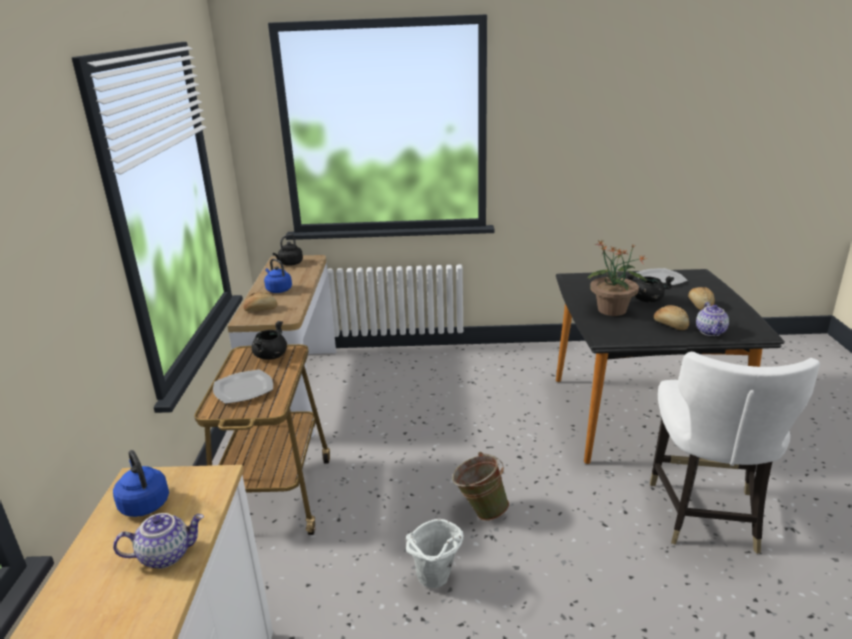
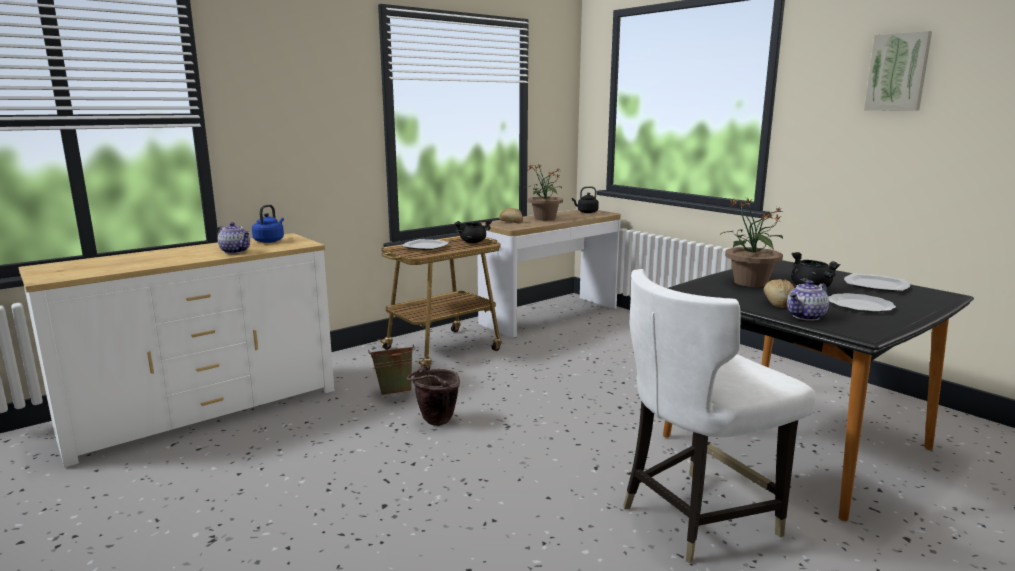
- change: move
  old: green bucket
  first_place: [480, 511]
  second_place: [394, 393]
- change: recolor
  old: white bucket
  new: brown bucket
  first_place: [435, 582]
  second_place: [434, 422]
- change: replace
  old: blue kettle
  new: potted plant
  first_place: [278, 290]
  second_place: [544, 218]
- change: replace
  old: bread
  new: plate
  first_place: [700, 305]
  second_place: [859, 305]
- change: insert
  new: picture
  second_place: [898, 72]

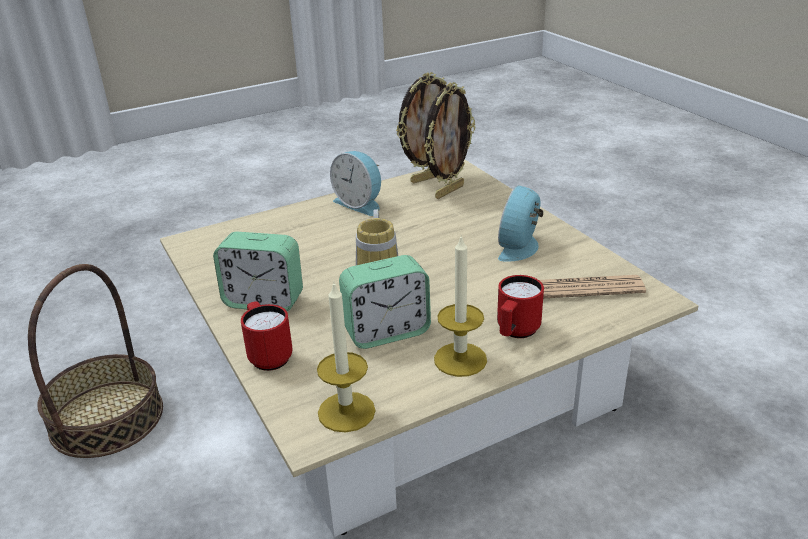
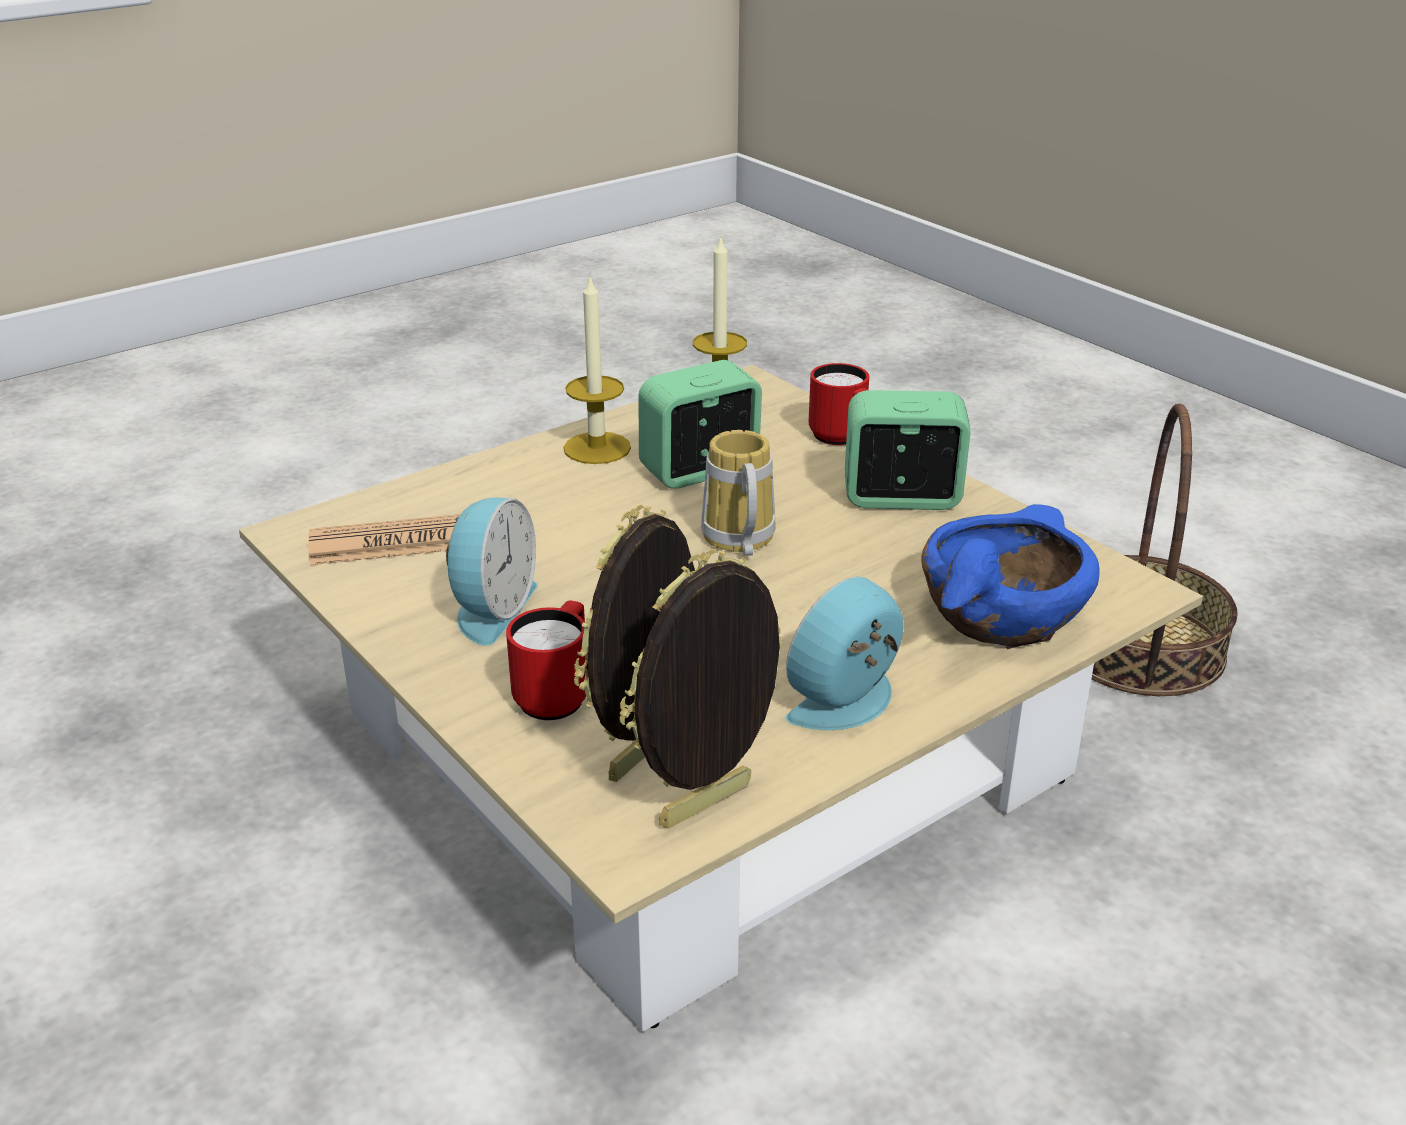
- change: move
  old: red mug
  first_place: [515, 332]
  second_place: [557, 695]
- change: rotate
  old: alarm clock
  first_place: [360, 204]
  second_place: [849, 703]
  degrees: -75
- change: insert
  new: blue bowl
  second_place: [1000, 614]

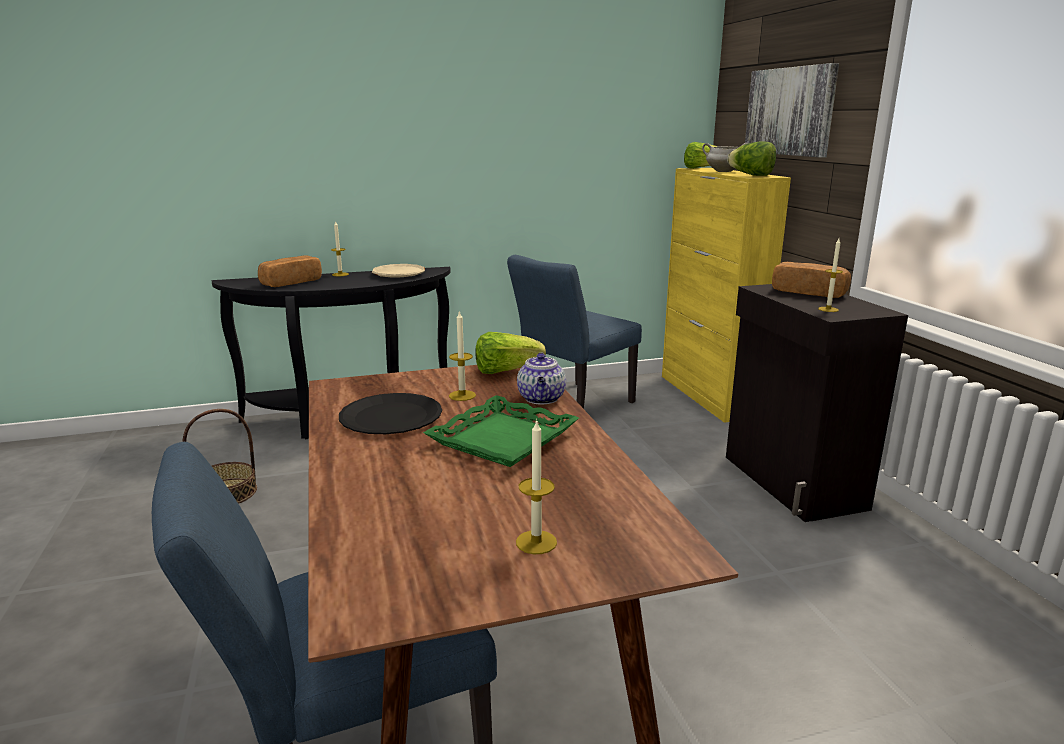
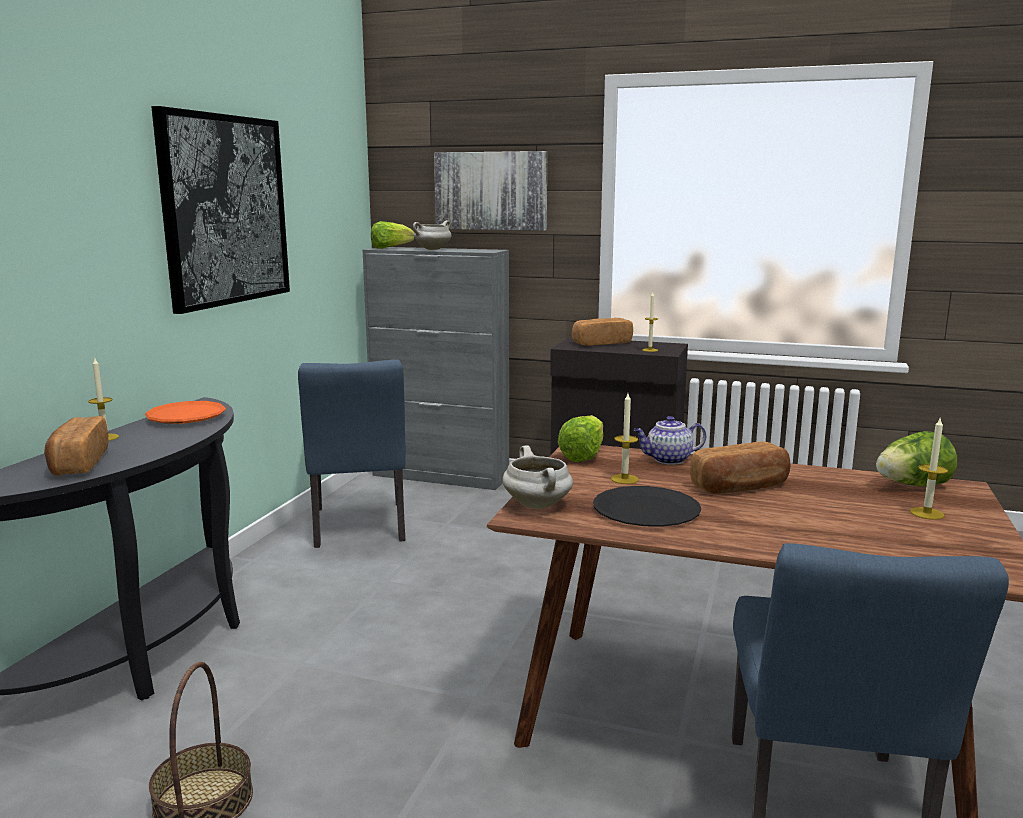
- change: recolor
  old: beige plate
  new: orange plate
  first_place: [399, 275]
  second_place: [186, 418]
- change: insert
  new: picture
  second_place: [225, 210]
- change: recolor
  old: yellow cabinet
  new: grey cabinet
  first_place: [708, 396]
  second_place: [441, 476]
- change: insert
  new: white cooking pot
  second_place: [538, 505]
- change: rotate
  old: teapot
  first_place: [542, 399]
  second_place: [668, 460]
  degrees: 135
- change: replace
  old: green tray
  new: bread
  first_place: [502, 439]
  second_place: [740, 487]
- change: move
  old: lettuce
  first_place: [751, 175]
  second_place: [912, 485]

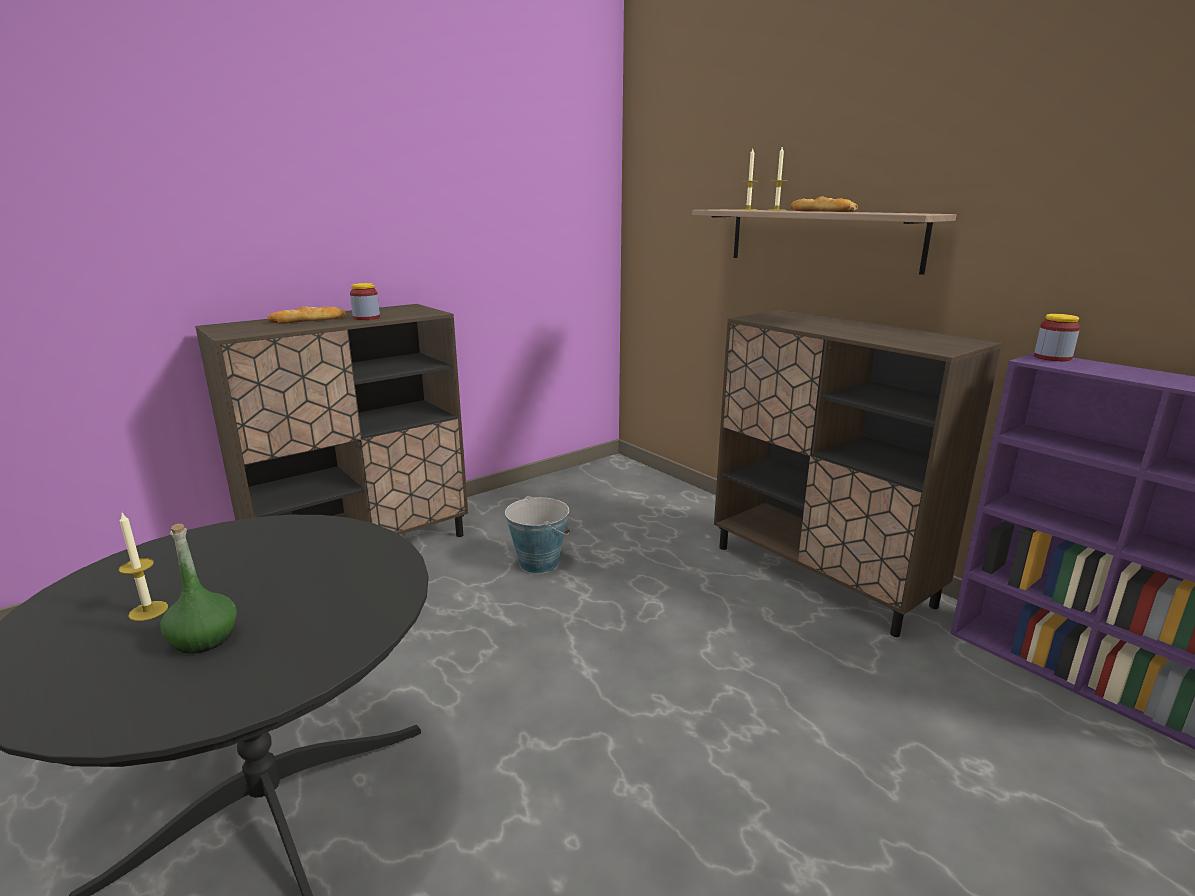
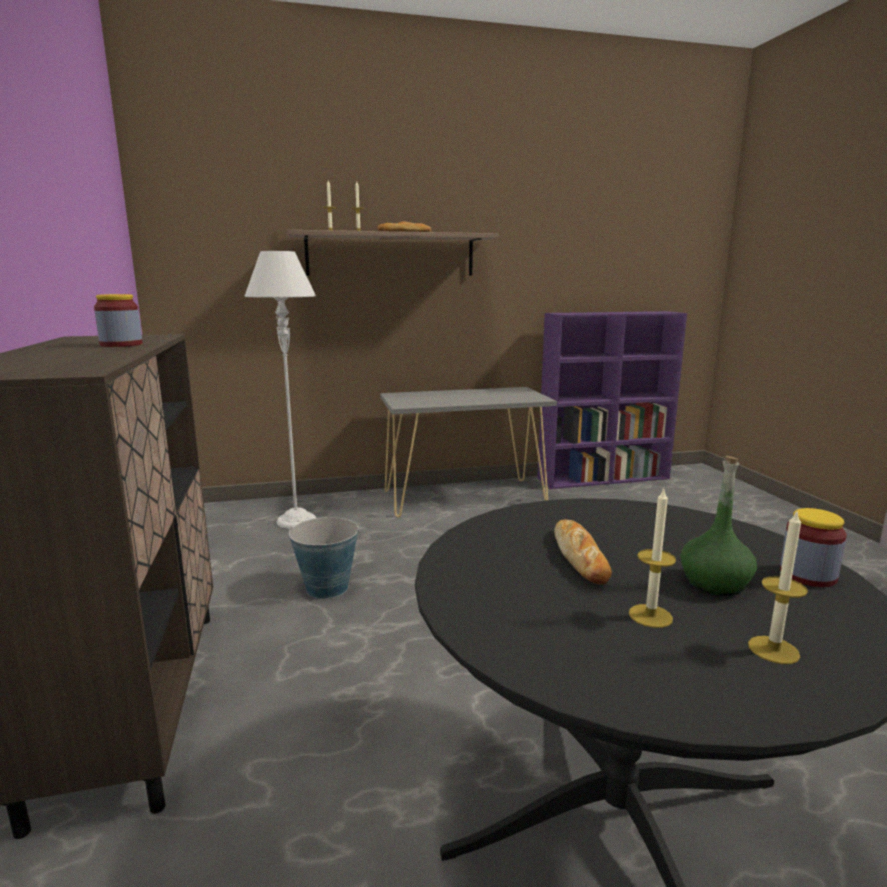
- change: insert
  new: grey floor lamp
  second_place: [296, 521]
- change: replace
  old: brown cabinet
  new: grey console table
  first_place: [821, 575]
  second_place: [465, 497]
- change: move
  old: bread
  first_place: [309, 320]
  second_place: [580, 556]
- change: insert
  new: candle
  second_place: [773, 650]
- change: move
  old: jar
  first_place: [1052, 357]
  second_place: [808, 575]

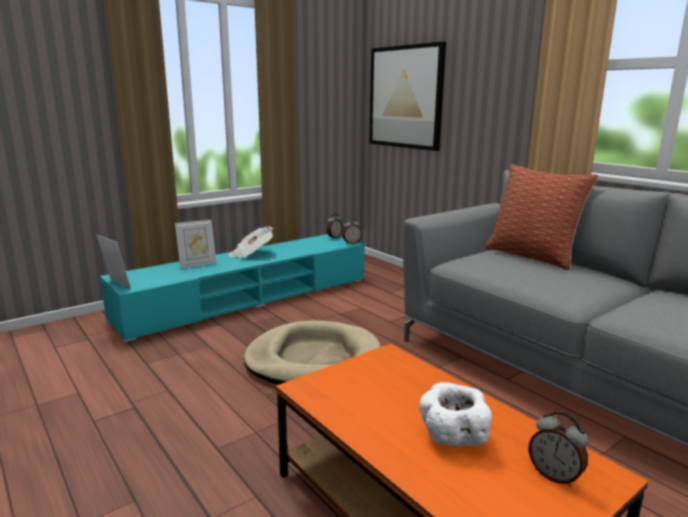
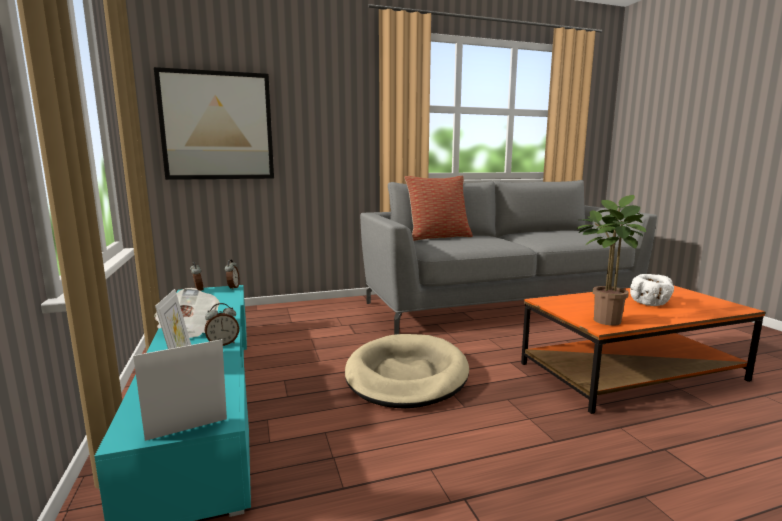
- change: move
  old: alarm clock
  first_place: [554, 475]
  second_place: [223, 344]
- change: insert
  new: potted plant
  second_place: [603, 319]

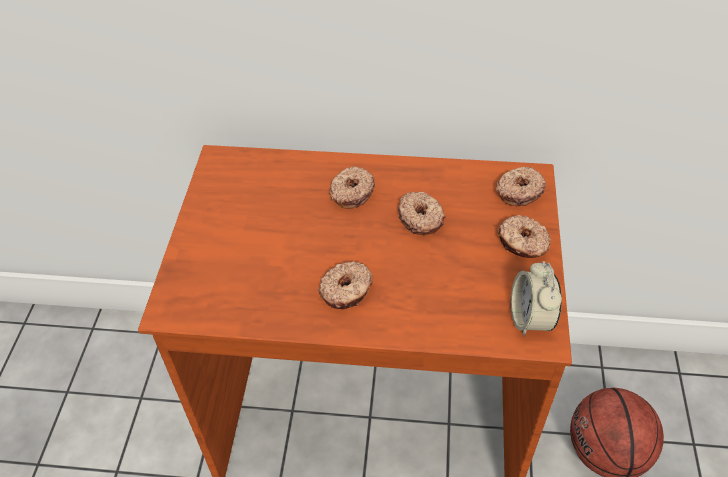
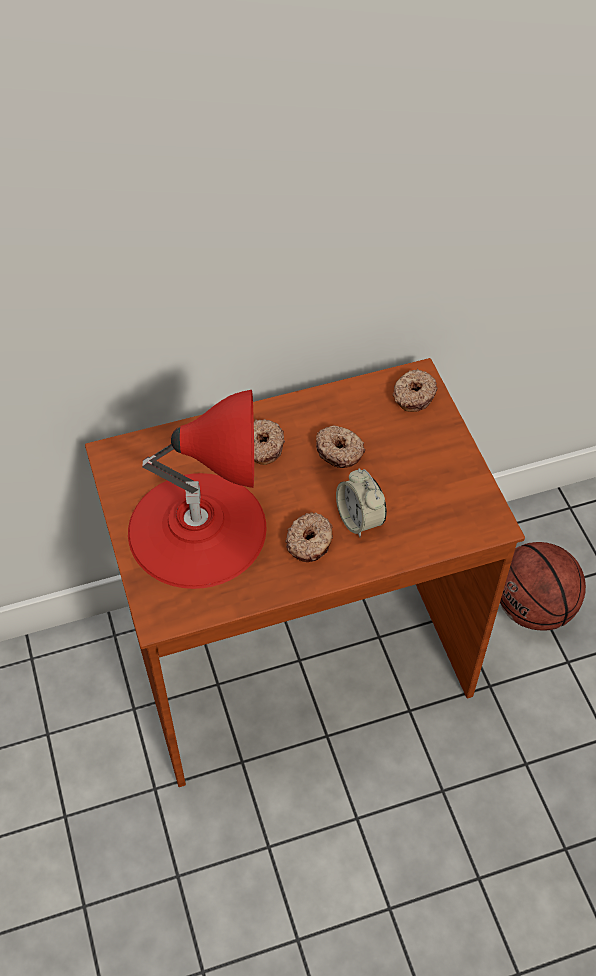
- change: insert
  new: red table lamp
  second_place: [197, 528]
- change: move
  old: alarm clock
  first_place: [530, 318]
  second_place: [359, 520]
- change: delete
  old: donut
  first_place: [522, 243]

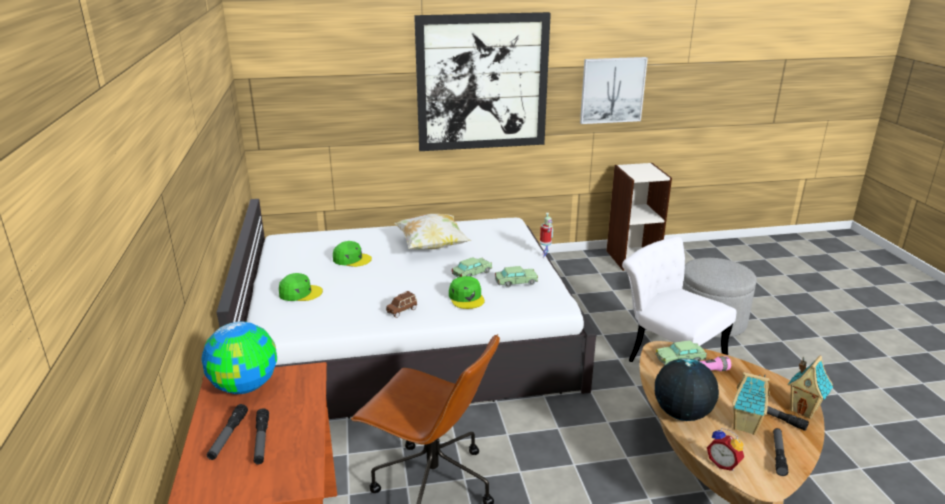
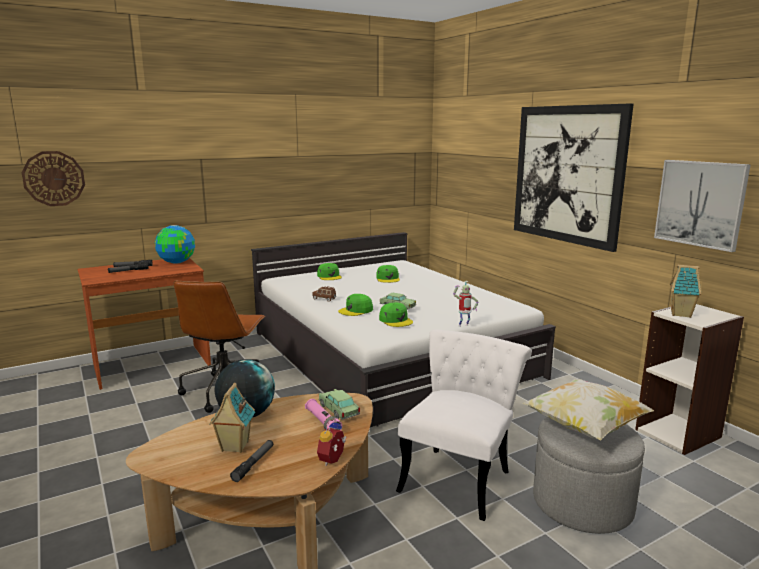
- change: insert
  new: wall clock
  second_place: [54, 178]
- change: move
  old: alarm clock
  first_place: [723, 463]
  second_place: [333, 460]
- change: replace
  old: toy car
  new: green cap
  first_place: [516, 282]
  second_place: [396, 320]
- change: move
  old: pillow
  first_place: [432, 246]
  second_place: [584, 427]
- change: move
  old: toy house
  first_place: [804, 410]
  second_place: [681, 314]
- change: delete
  old: flashlight
  first_place: [778, 454]

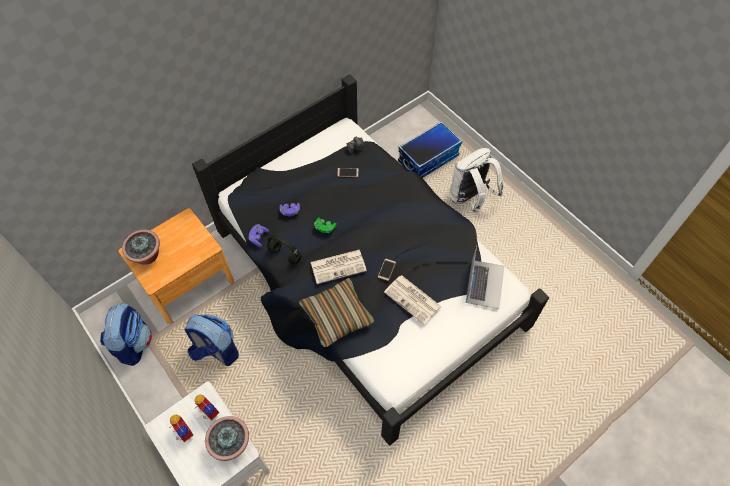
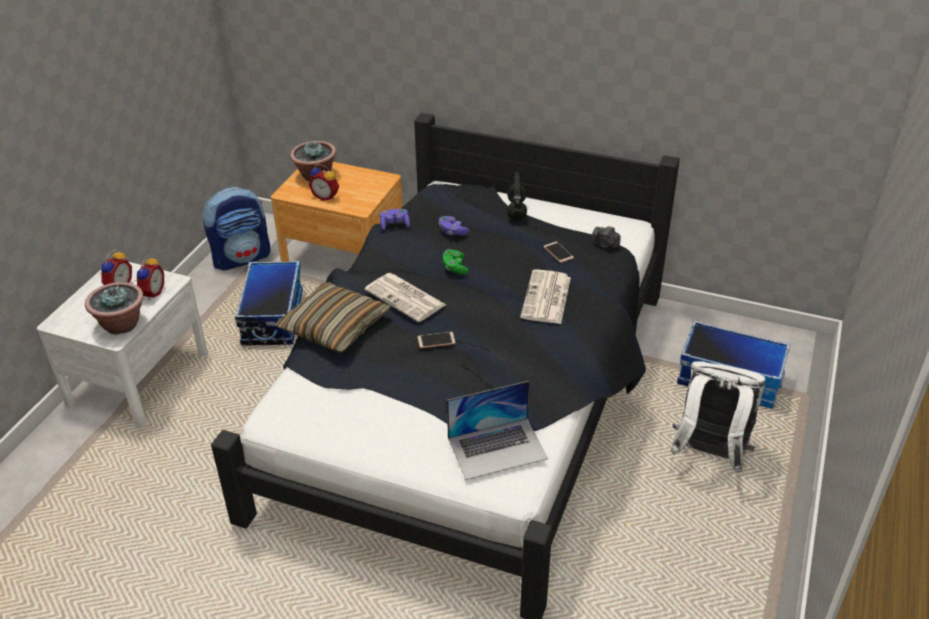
- change: replace
  old: backpack
  new: storage box
  first_place: [216, 350]
  second_place: [272, 318]
- change: insert
  new: alarm clock
  second_place: [326, 196]
- change: move
  old: black headphones
  first_place: [285, 255]
  second_place: [517, 210]
- change: move
  old: newspaper
  first_place: [413, 299]
  second_place: [546, 298]

